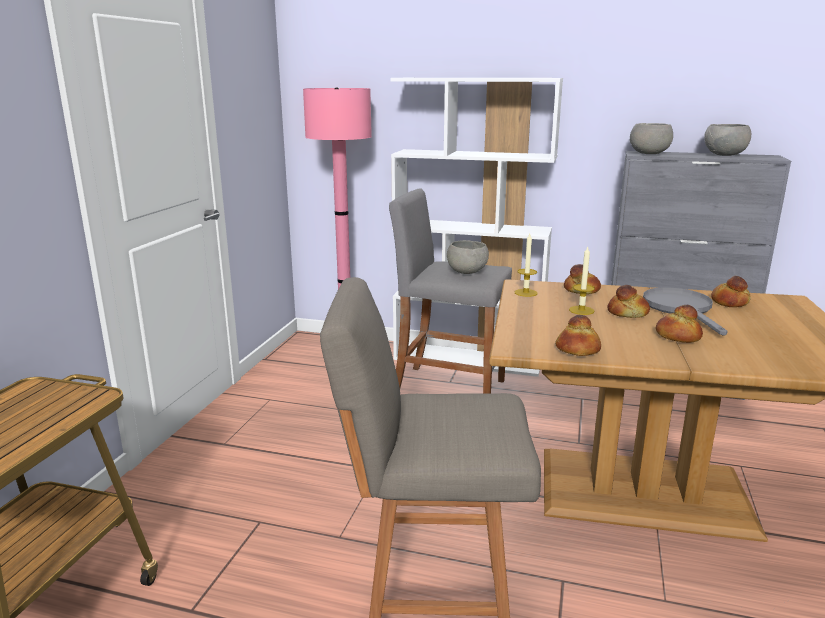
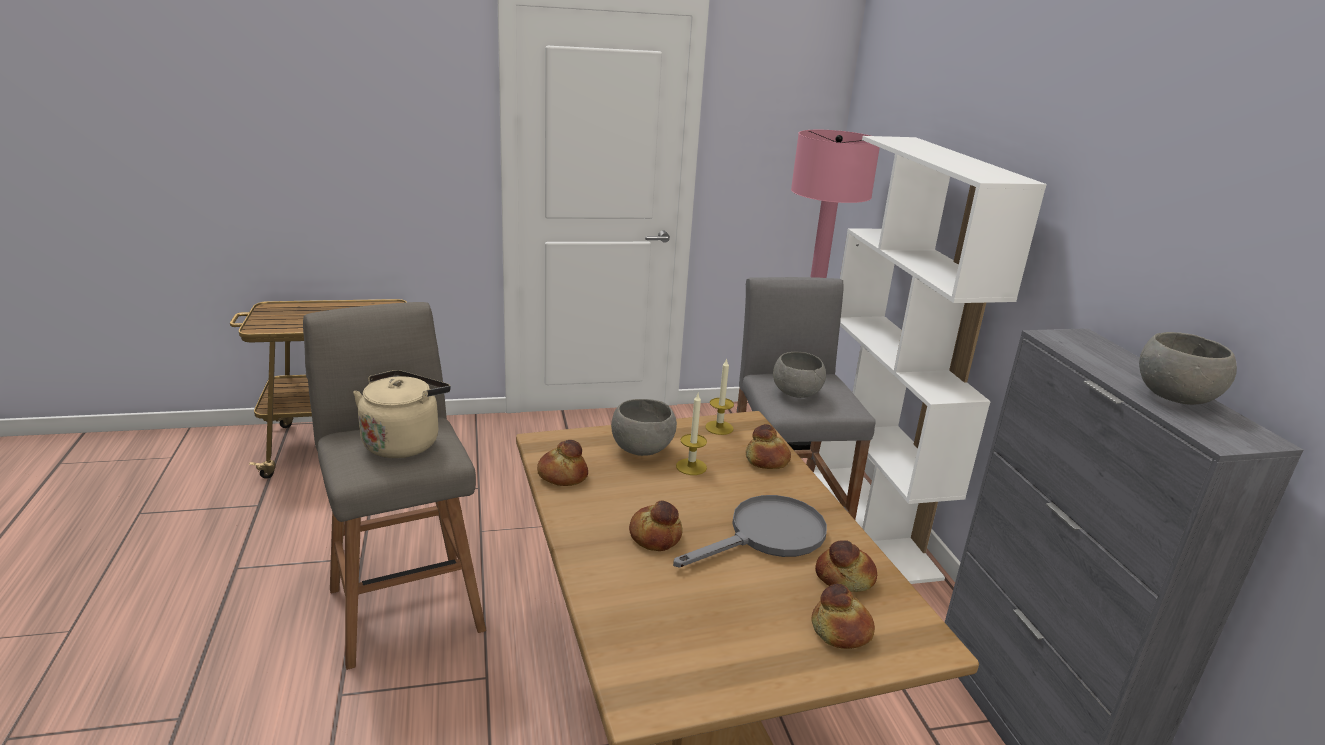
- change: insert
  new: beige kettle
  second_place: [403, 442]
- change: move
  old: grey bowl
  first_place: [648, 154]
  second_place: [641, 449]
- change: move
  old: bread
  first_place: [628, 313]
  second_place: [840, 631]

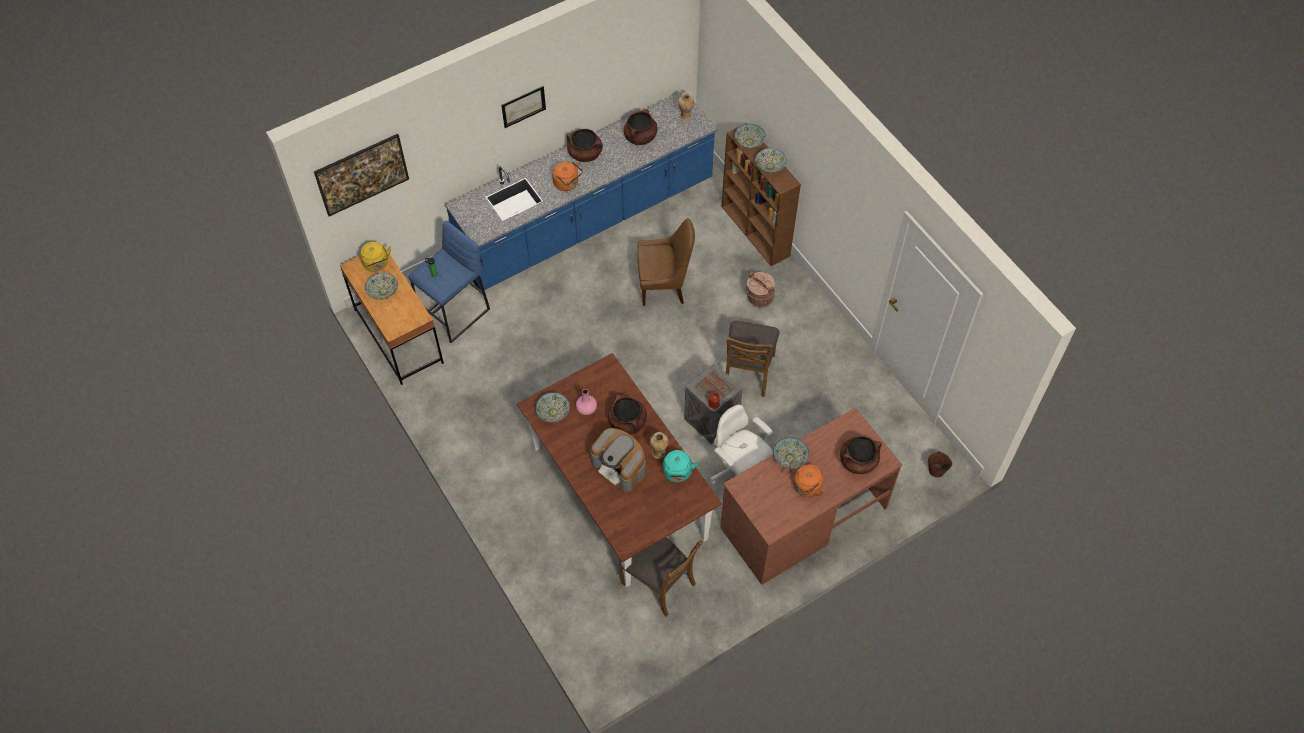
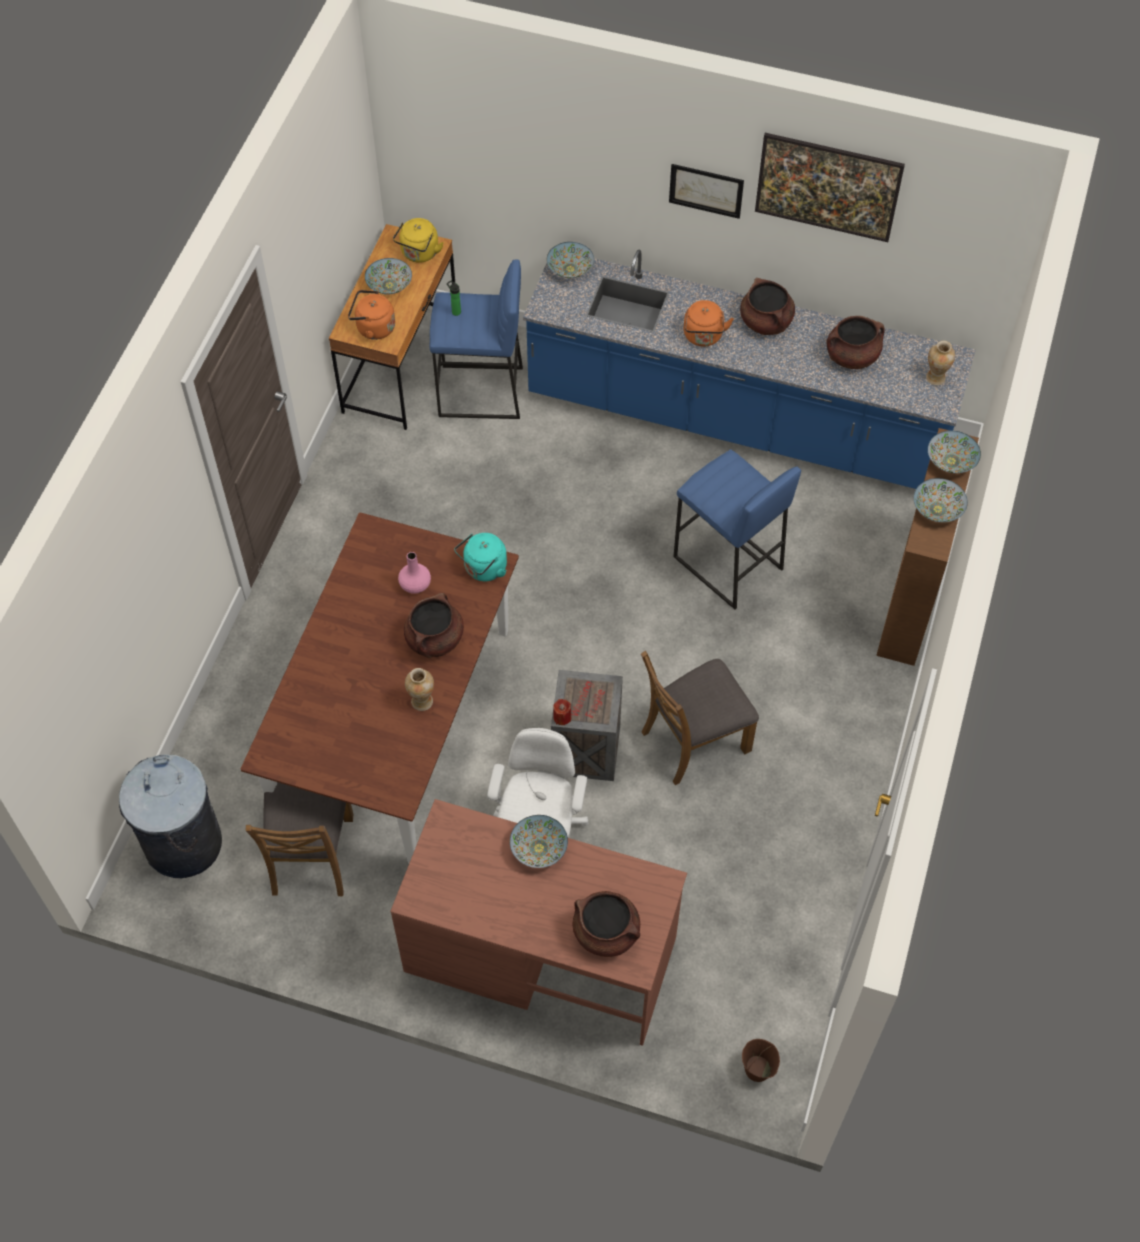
- change: insert
  new: grey trash can
  second_place: [183, 843]
- change: move
  old: orange kettle
  first_place: [805, 488]
  second_place: [373, 328]
- change: move
  old: turquoise kettle
  first_place: [677, 473]
  second_place: [483, 569]
- change: move
  old: bowl
  first_place: [553, 412]
  second_place: [570, 269]
- change: replace
  old: brown chair
  new: blue stool
  first_place: [664, 286]
  second_place: [727, 563]
- change: move
  old: picture
  first_place: [365, 185]
  second_place: [824, 205]
- change: delete
  old: coffee machine
  first_place: [620, 467]
- change: delete
  old: brown bucket
  first_place: [759, 297]

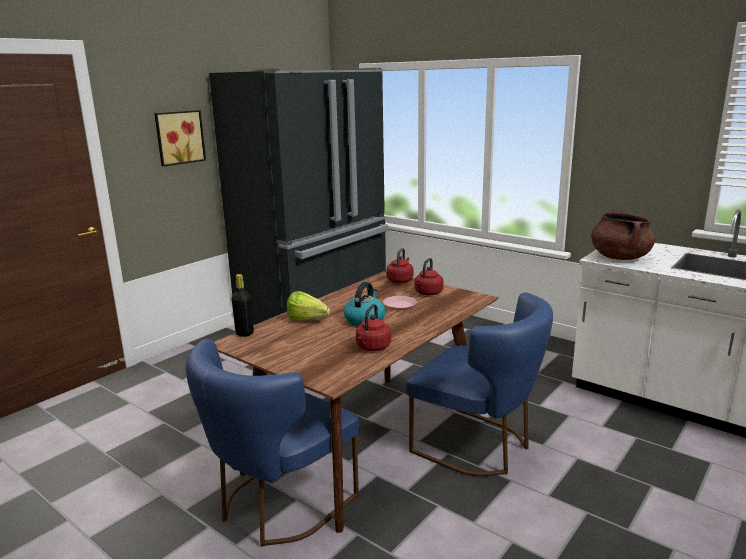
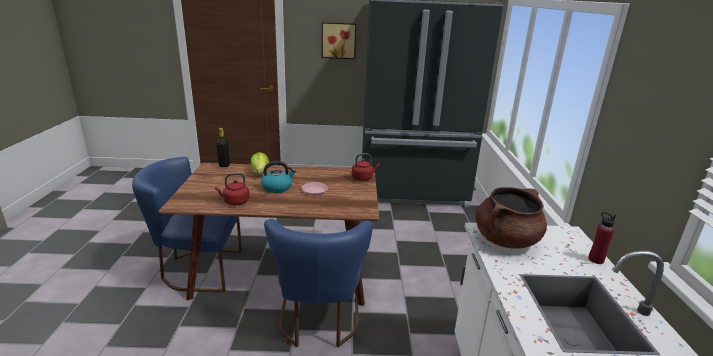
- change: insert
  new: red bottle
  second_place: [595, 260]
- change: delete
  old: red kettle
  first_place: [428, 293]

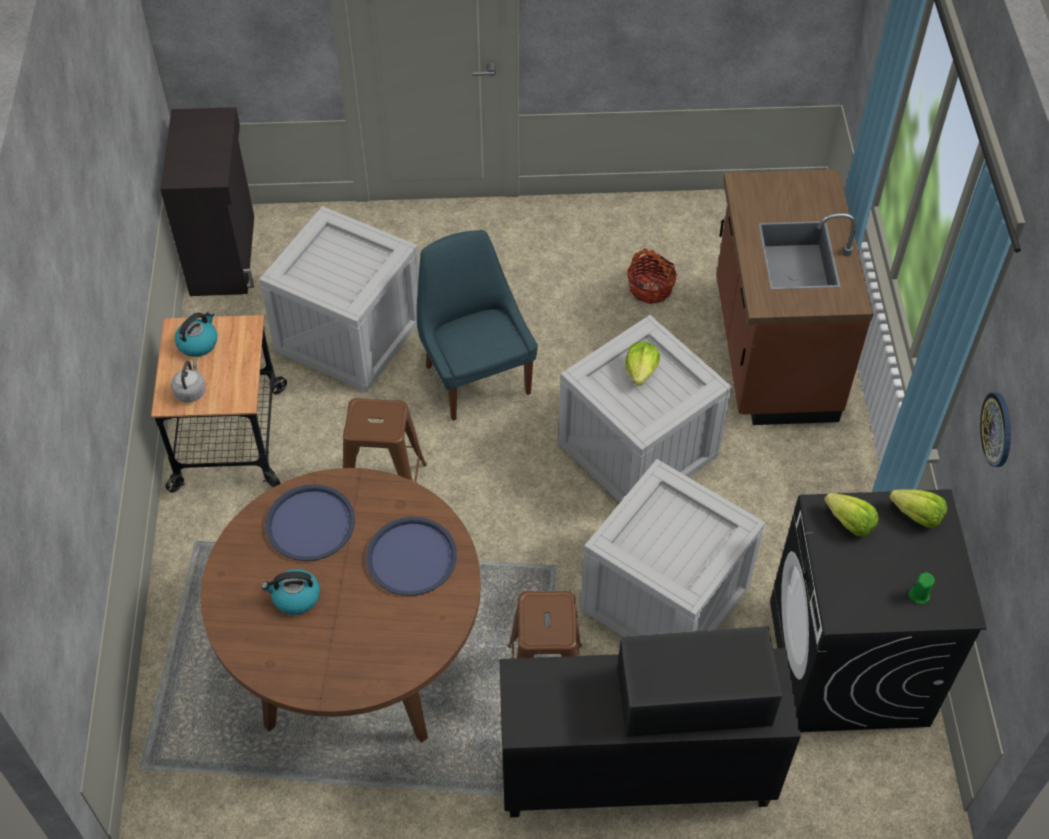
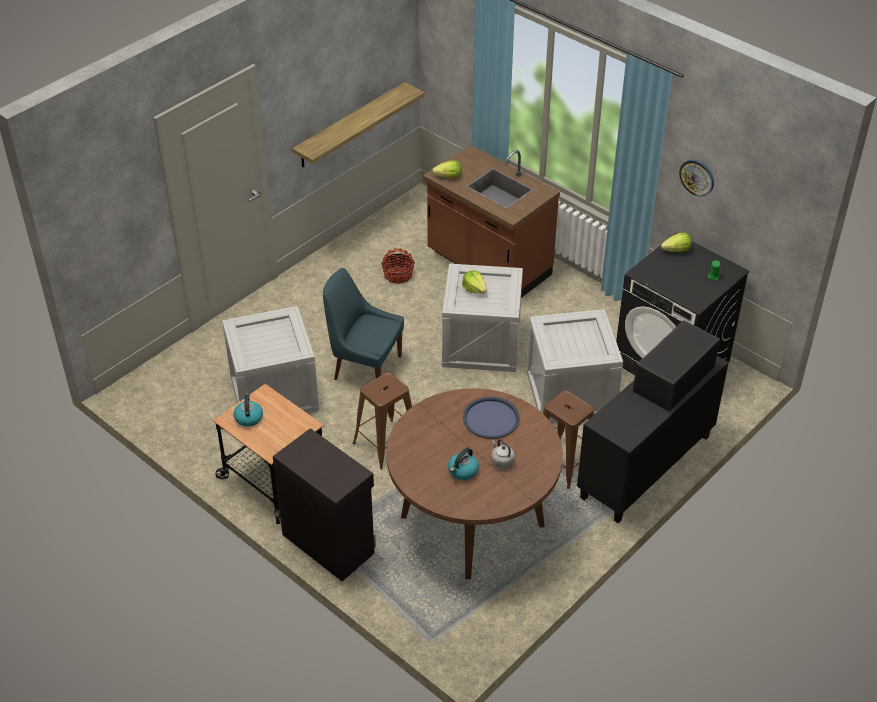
- change: move
  old: black cabinet
  first_place: [224, 254]
  second_place: [329, 543]
- change: insert
  new: shelf
  second_place: [350, 125]
- change: move
  old: lettuce
  first_place: [849, 523]
  second_place: [448, 177]
- change: move
  old: grey kettle
  first_place: [191, 390]
  second_place: [501, 461]
- change: delete
  old: blue tray
  first_place: [310, 524]

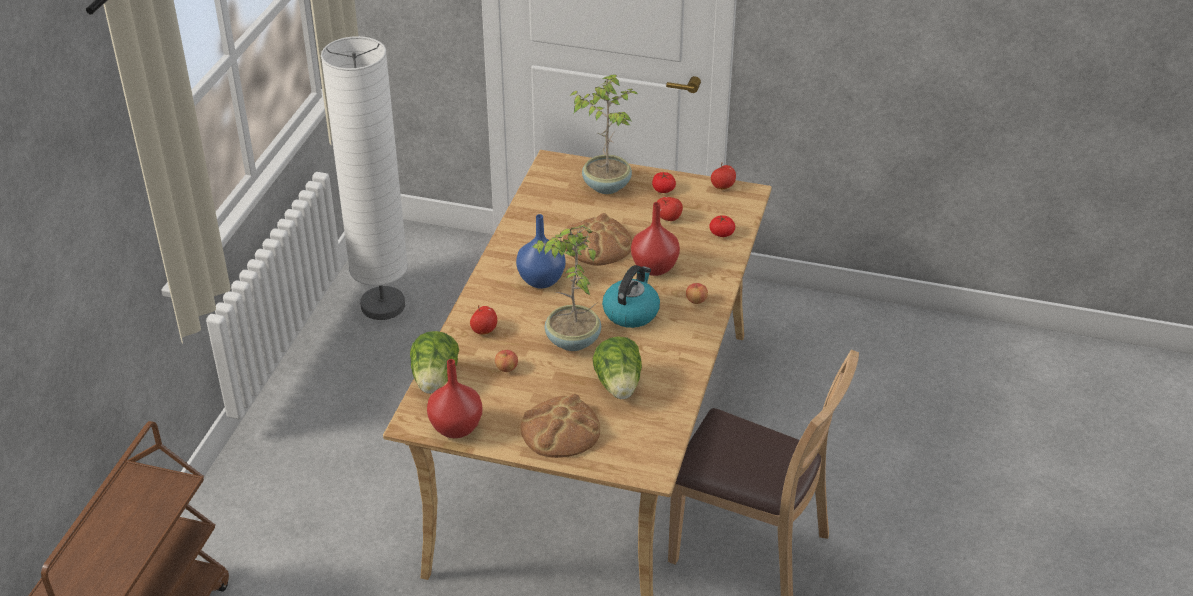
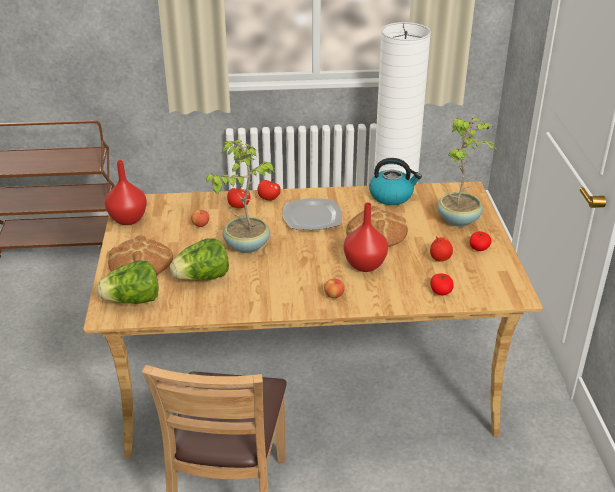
- change: move
  old: lettuce
  first_place: [435, 380]
  second_place: [133, 300]
- change: move
  old: apple
  first_place: [722, 186]
  second_place: [268, 199]
- change: replace
  old: blue vase
  new: plate
  first_place: [542, 280]
  second_place: [313, 217]
- change: move
  old: kettle
  first_place: [631, 312]
  second_place: [392, 196]

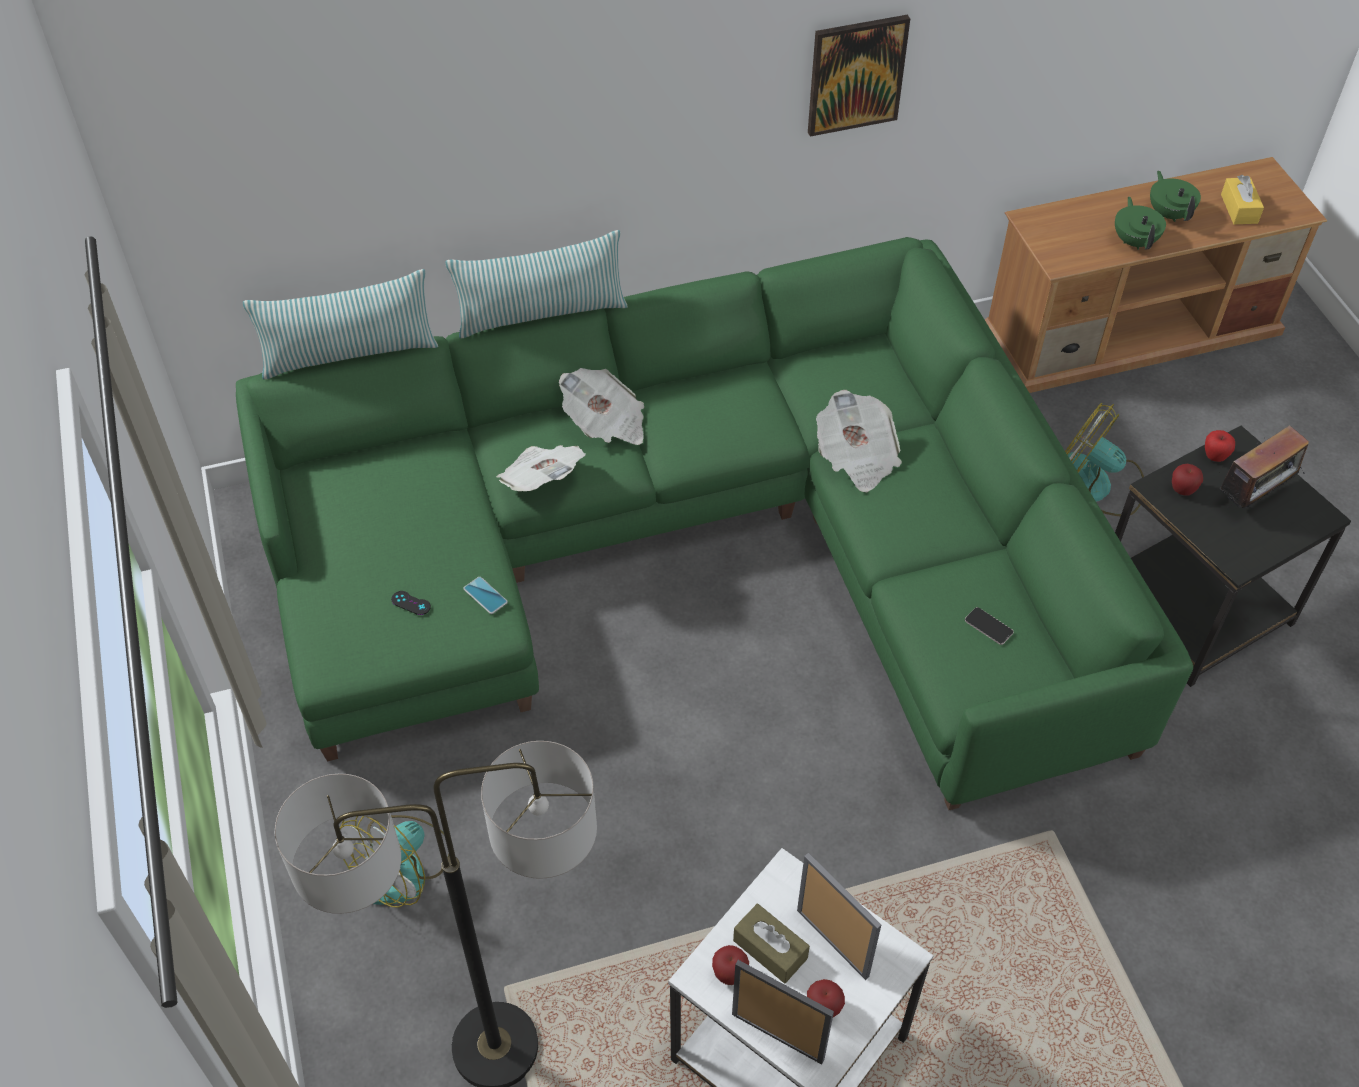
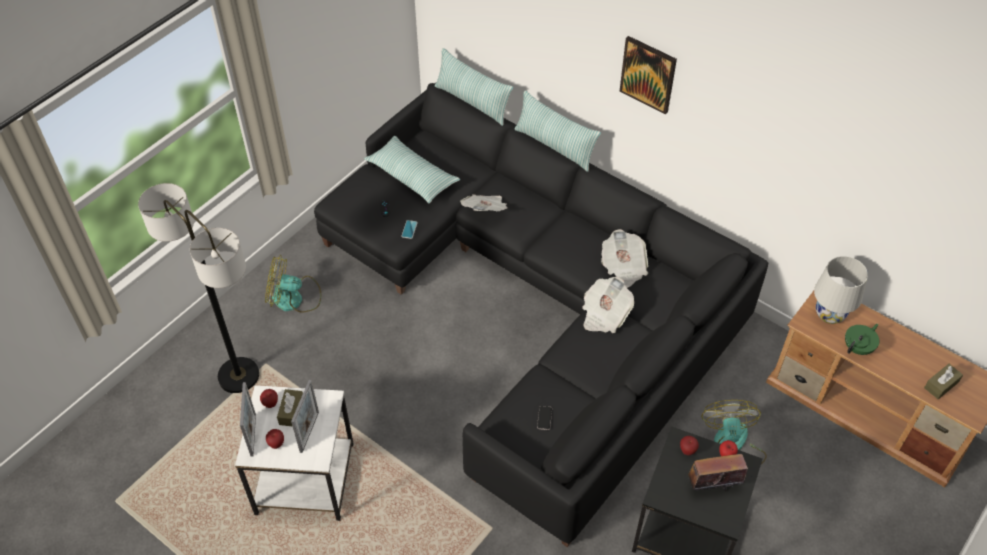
- change: recolor
  old: green sofa
  new: black sofa
  first_place: [701, 548]
  second_place: [540, 304]
- change: insert
  new: pillow
  second_place: [412, 176]
- change: move
  old: newspaper
  first_place: [605, 423]
  second_place: [623, 267]
- change: move
  old: picture
  first_place: [856, 74]
  second_place: [648, 74]
- change: rotate
  old: radio
  first_place: [1253, 497]
  second_place: [712, 485]
  degrees: 150
- change: insert
  new: white table lamp
  second_place: [829, 314]
- change: recolor
  old: yellow tissue box
  new: brown tissue box
  first_place: [1239, 209]
  second_place: [941, 385]
- change: delete
  old: green teapot
  first_place: [1169, 213]

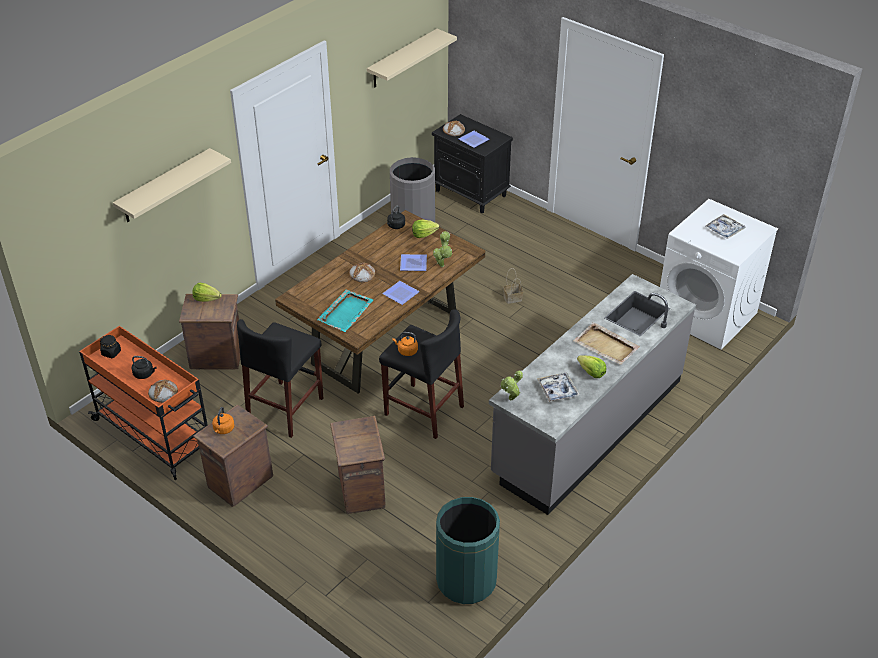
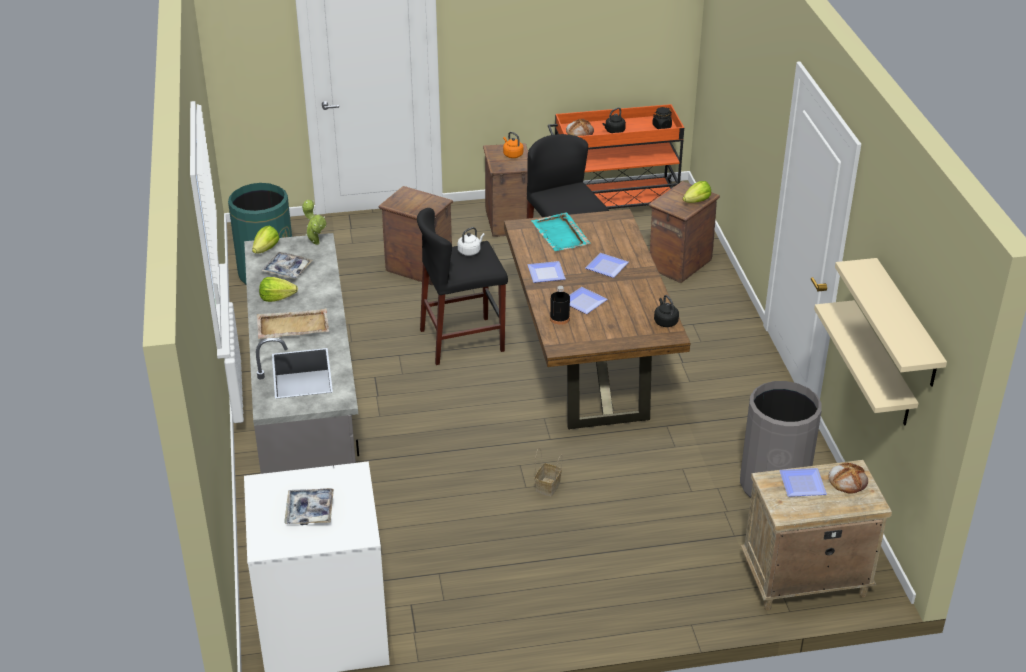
- change: move
  old: lettuce
  first_place: [424, 234]
  second_place: [266, 249]
- change: recolor
  old: orange kettle
  new: white kettle
  first_place: [406, 351]
  second_place: [470, 251]
- change: replace
  old: potted plant
  new: black bottle
  first_place: [442, 264]
  second_place: [559, 318]
- change: replace
  old: bread
  new: plate
  first_place: [362, 274]
  second_place: [606, 266]
- change: recolor
  old: black nightstand
  new: beige nightstand
  first_place: [471, 193]
  second_place: [804, 580]
- change: move
  old: beige shelf
  first_place: [164, 186]
  second_place: [882, 365]

